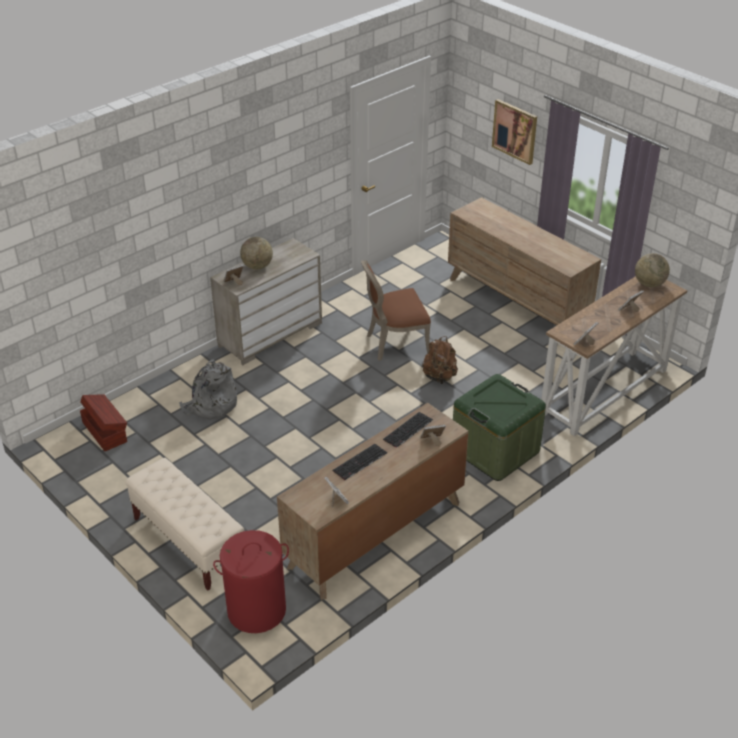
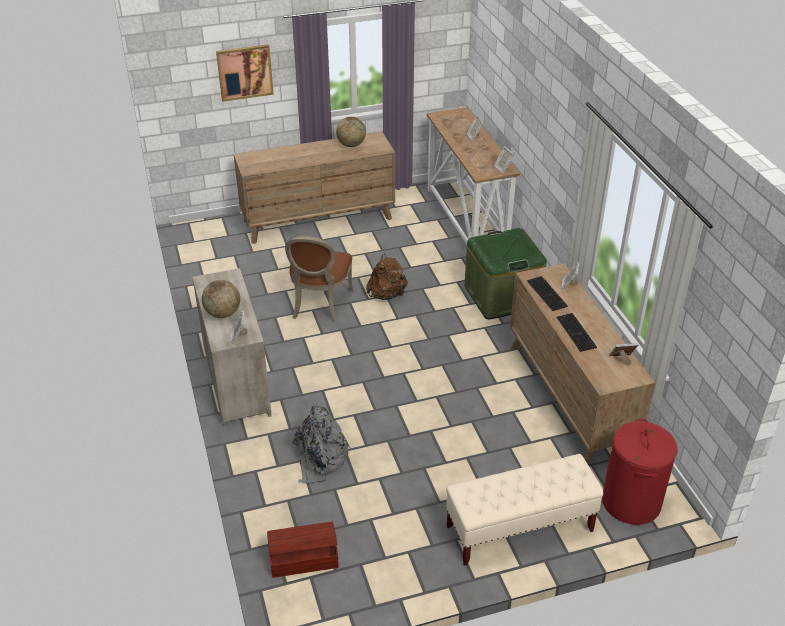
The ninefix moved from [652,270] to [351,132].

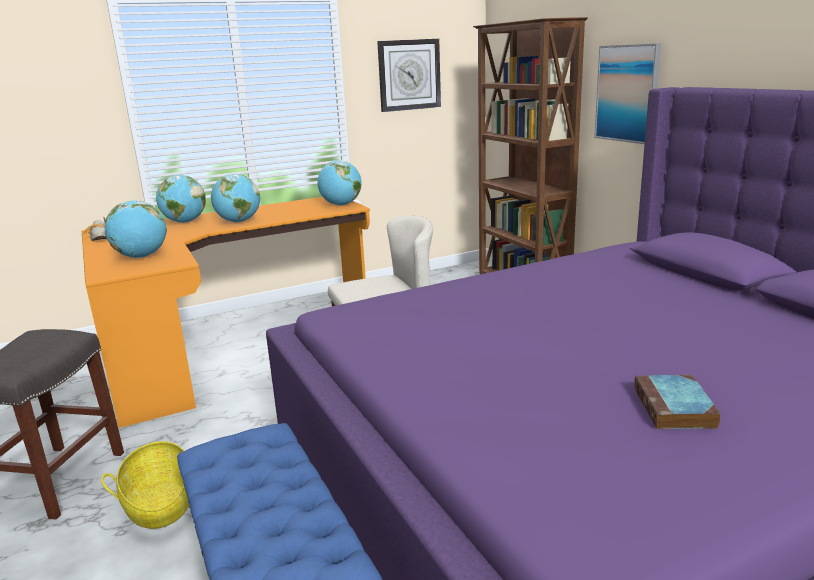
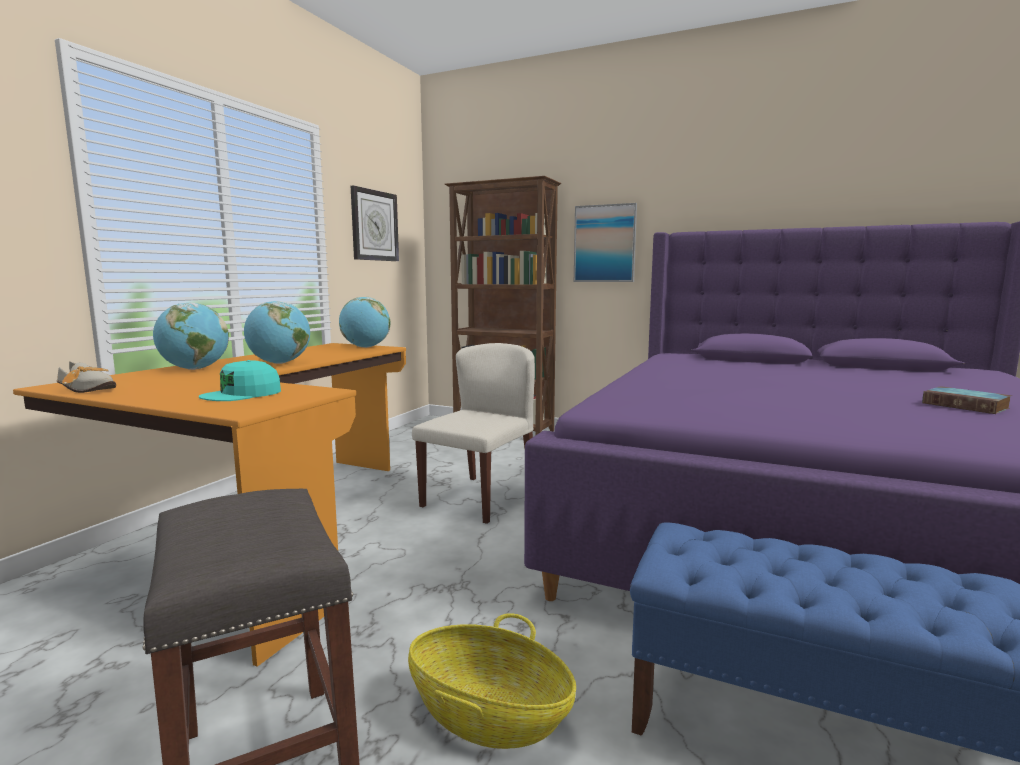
The ninefix at [135,229] was replaced by the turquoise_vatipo at [240,380].

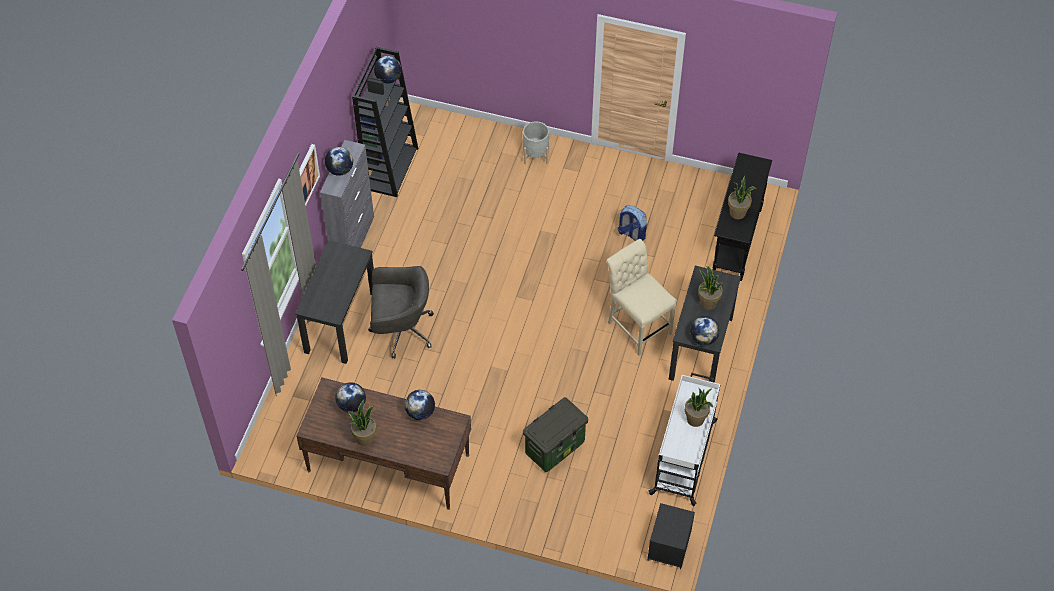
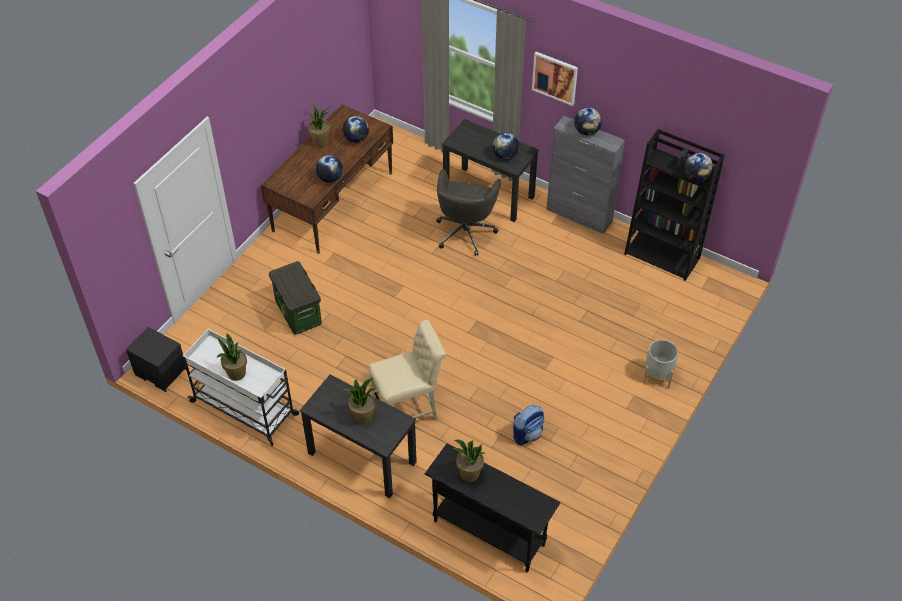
The ninefix moved from [705,331] to [505,146].

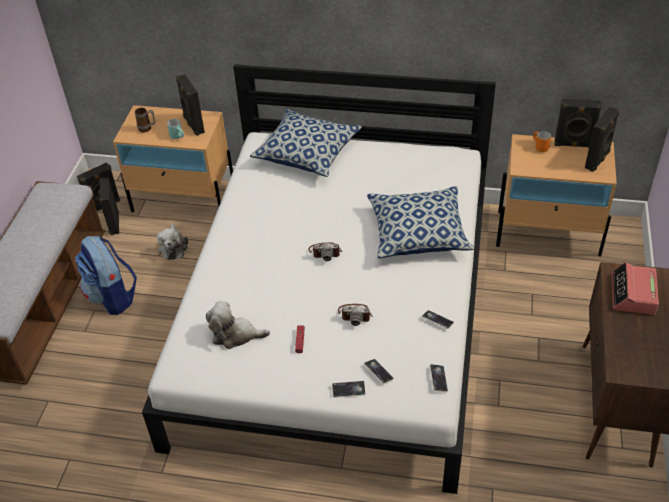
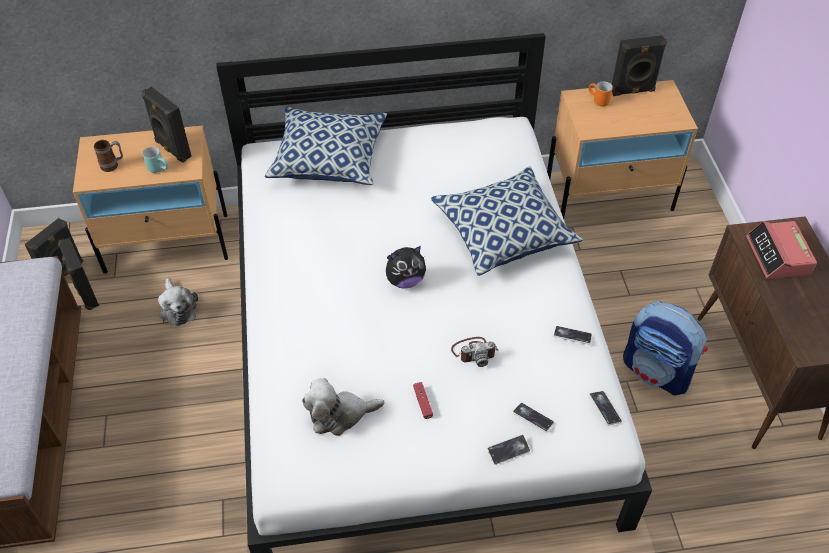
The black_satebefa at [602,139] disappeared. The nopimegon moved from [106,275] to [665,348]. The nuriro at [325,251] was replaced by the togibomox at [406,267].

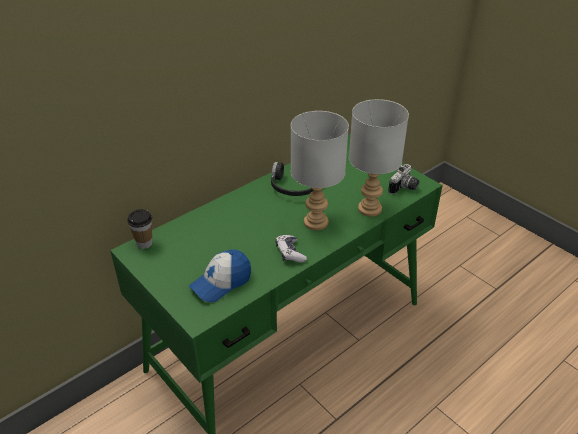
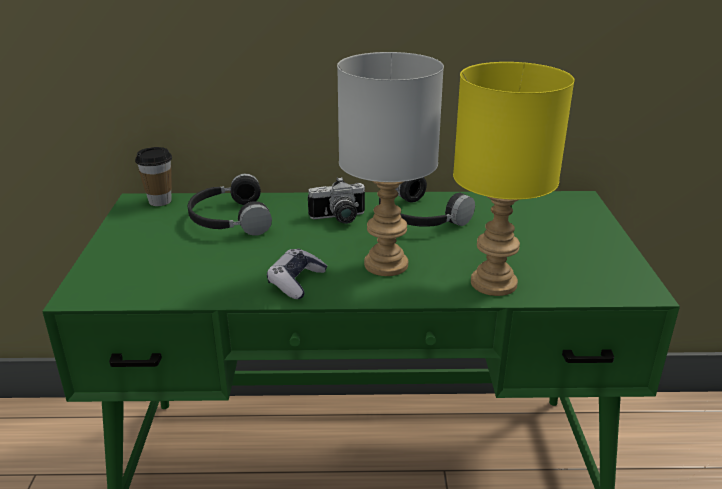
The vatipo at [220,276] disappeared. The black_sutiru at [230,205] appeared. The nuriro moved from [403,179] to [336,200]. The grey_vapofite at [379,158] became the yellow_vapofite at [514,179].

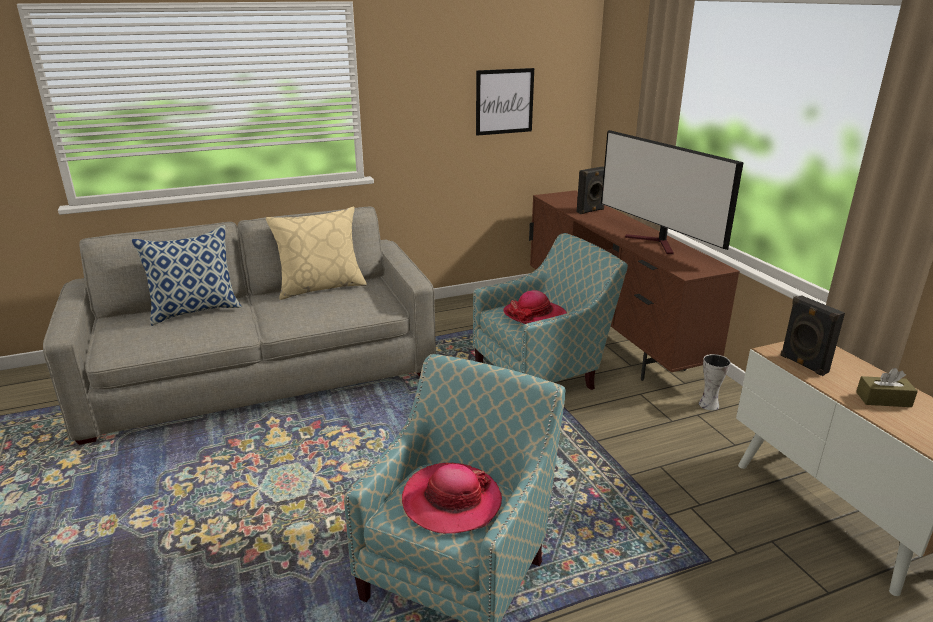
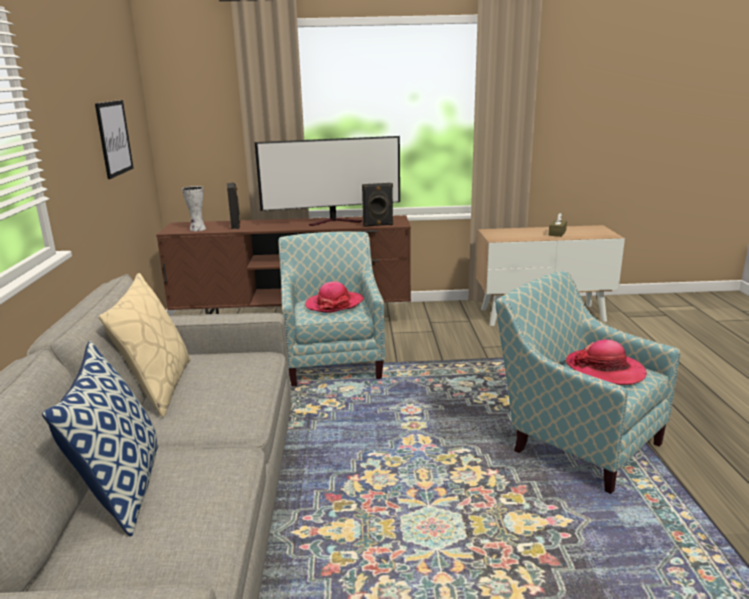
The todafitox moved from [715,382] to [194,208]. The black_satebefa moved from [812,335] to [377,205].

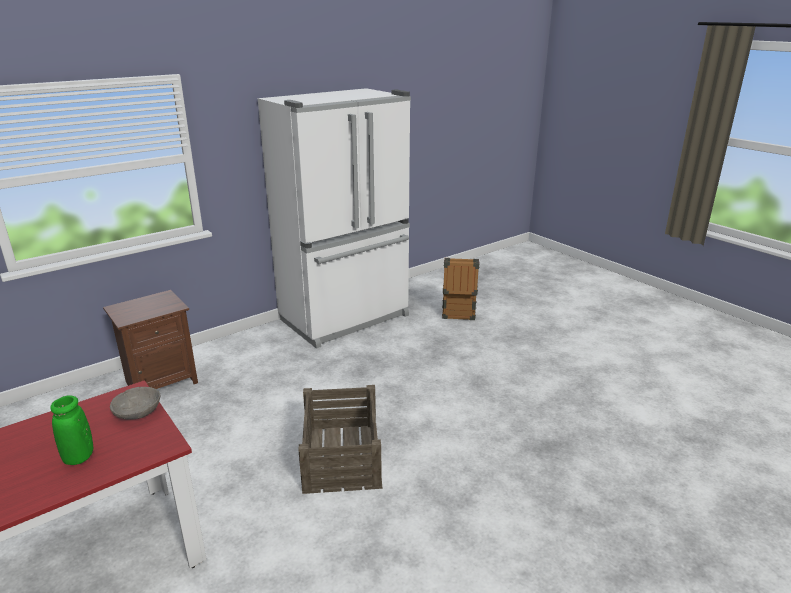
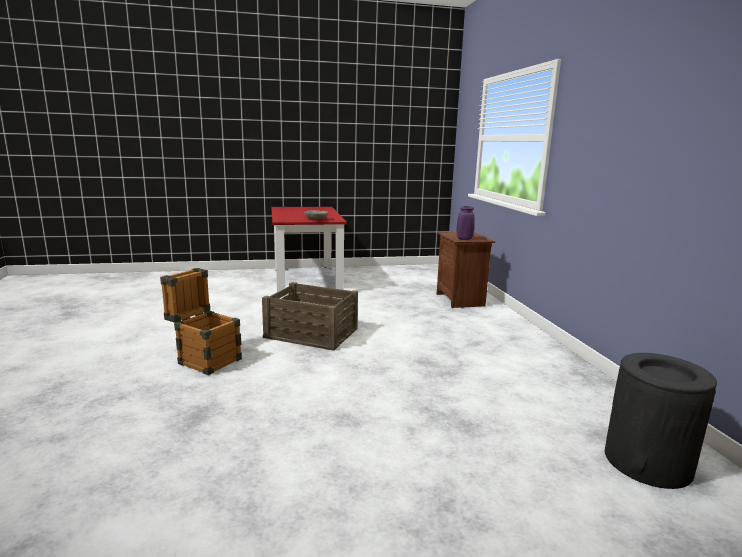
The green_todafitox at [71,430] disappeared. The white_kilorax at [334,218] disappeared. The purple_todafitox at [465,223] appeared. The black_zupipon at [661,421] appeared. The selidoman moved from [461,289] to [201,321].

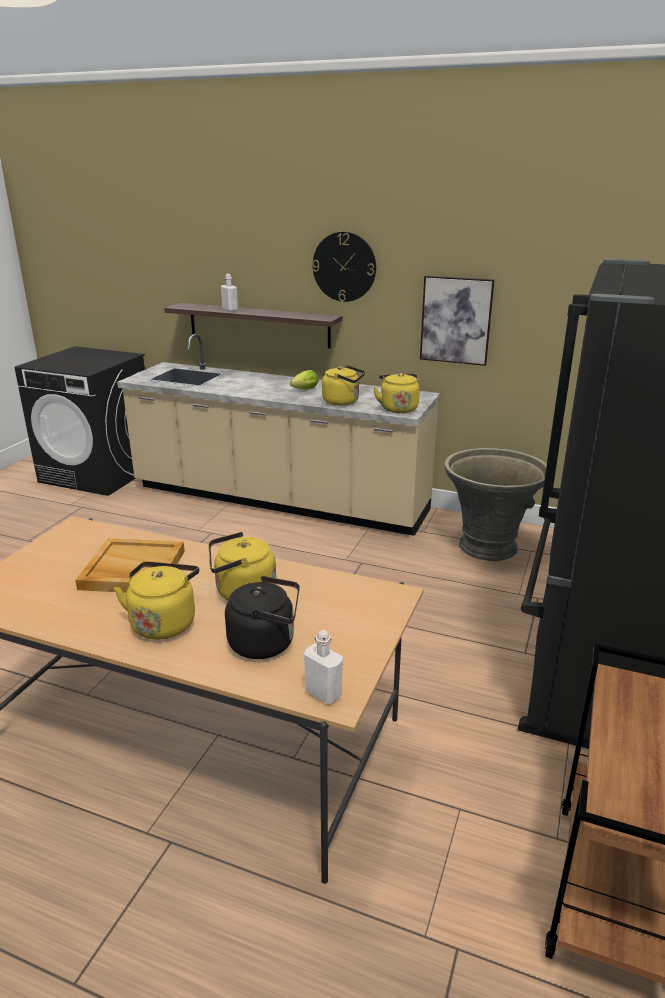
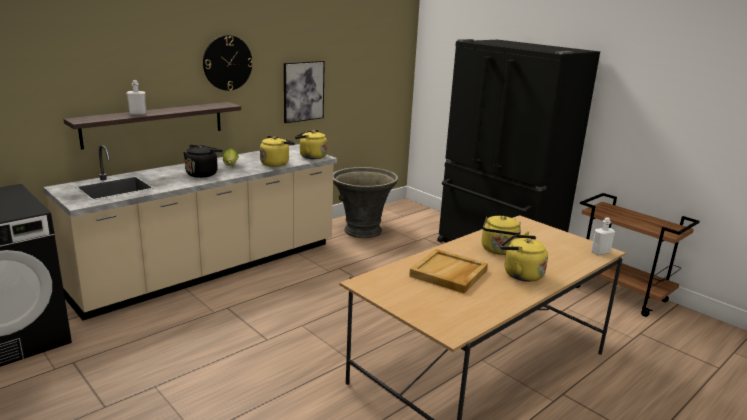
The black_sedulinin moved from [262,617] to [203,161].

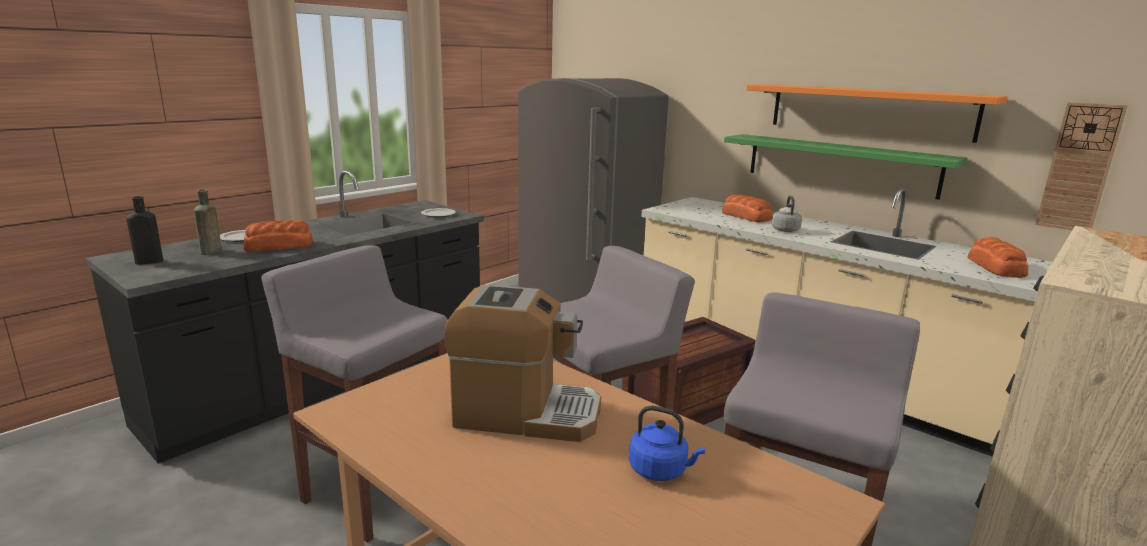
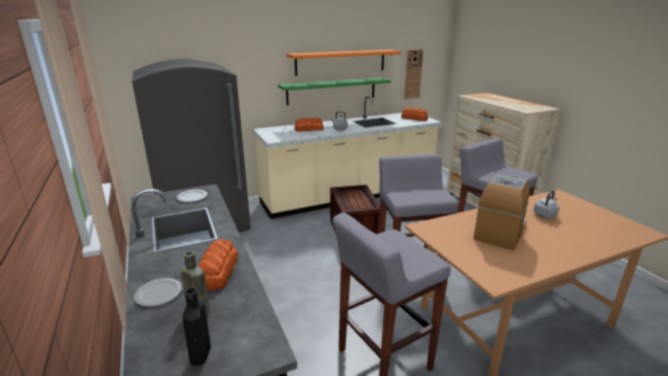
The blue_sedulinin at [667,443] became the grey_sedulinin at [547,204].

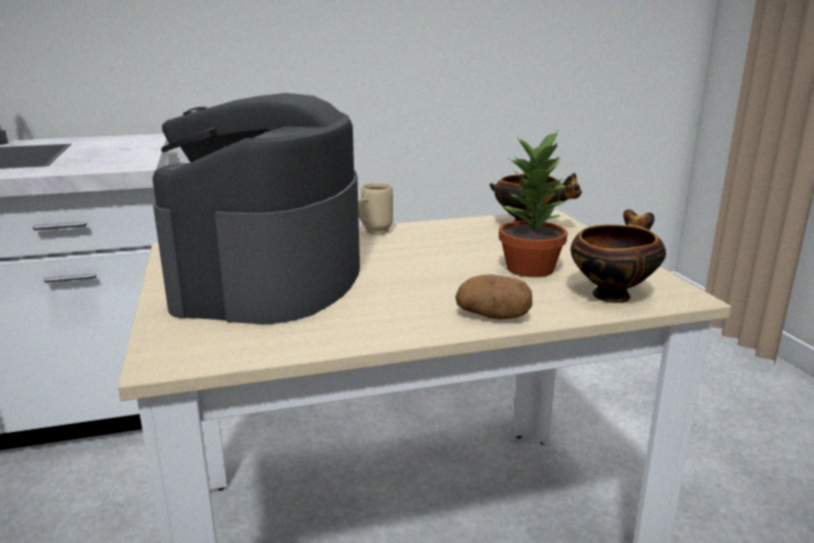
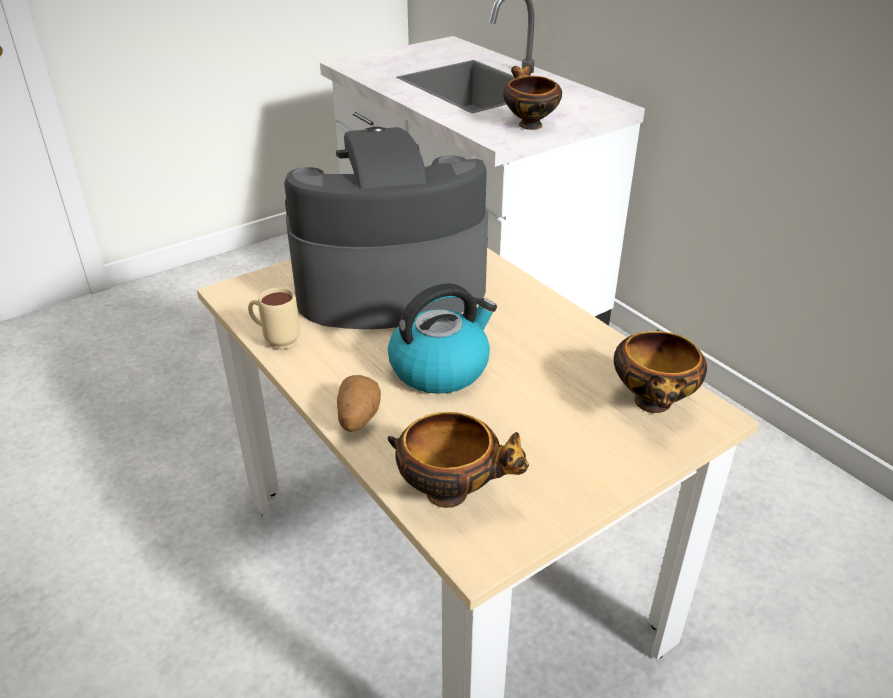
The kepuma at [534,203] disappeared. The sedulinin at [442,338] appeared. The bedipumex at [532,97] appeared. The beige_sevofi moved from [375,209] to [274,318].

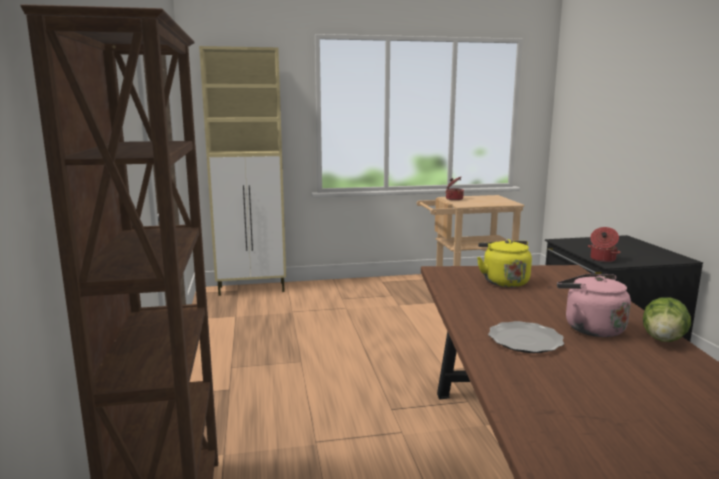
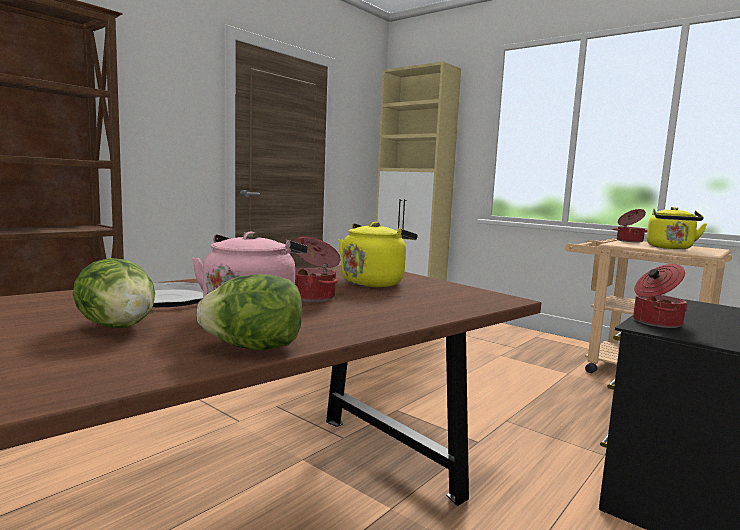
The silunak at [114,293] appeared. The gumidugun at [316,269] appeared. The yellow_sedulinin at [677,228] appeared.

